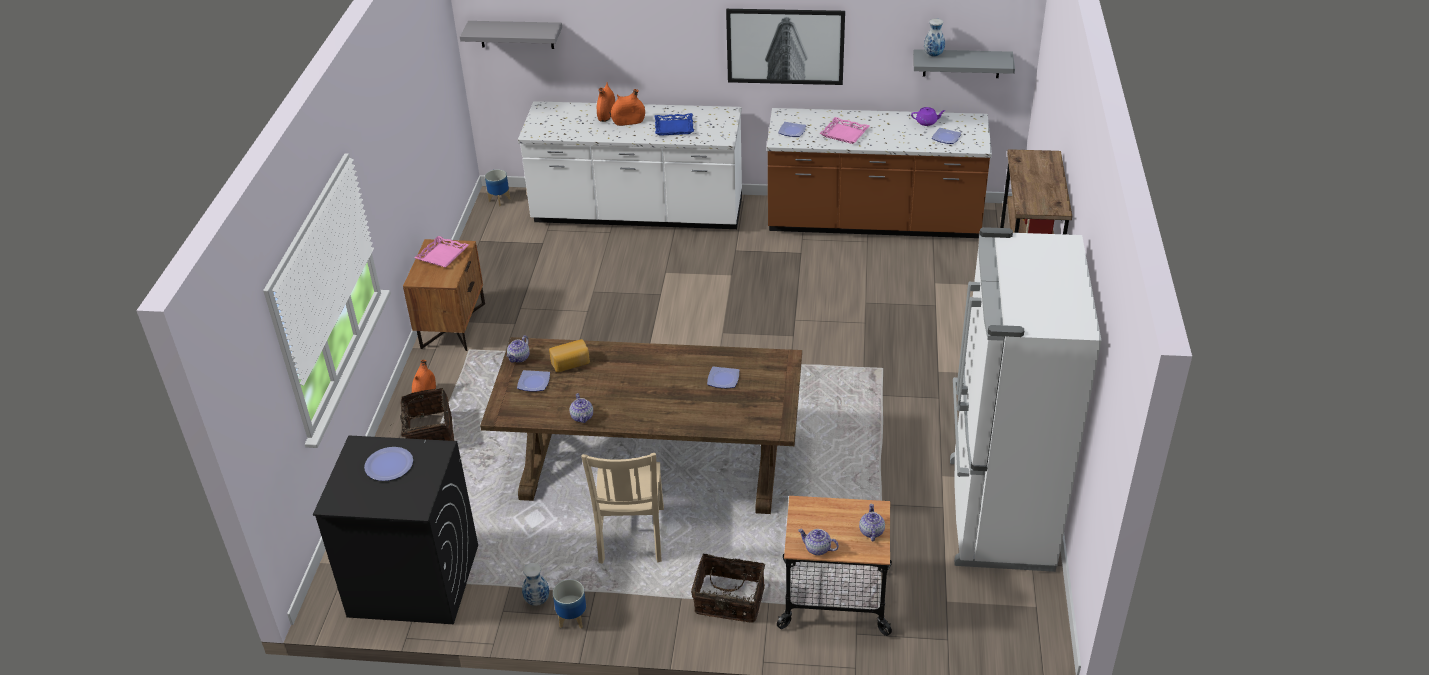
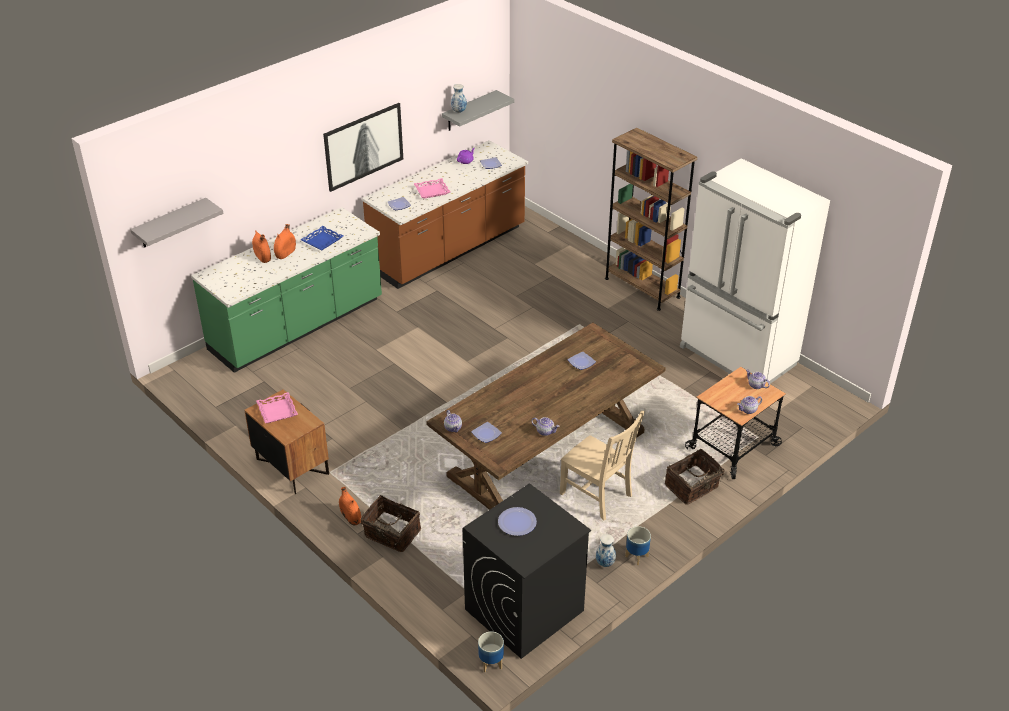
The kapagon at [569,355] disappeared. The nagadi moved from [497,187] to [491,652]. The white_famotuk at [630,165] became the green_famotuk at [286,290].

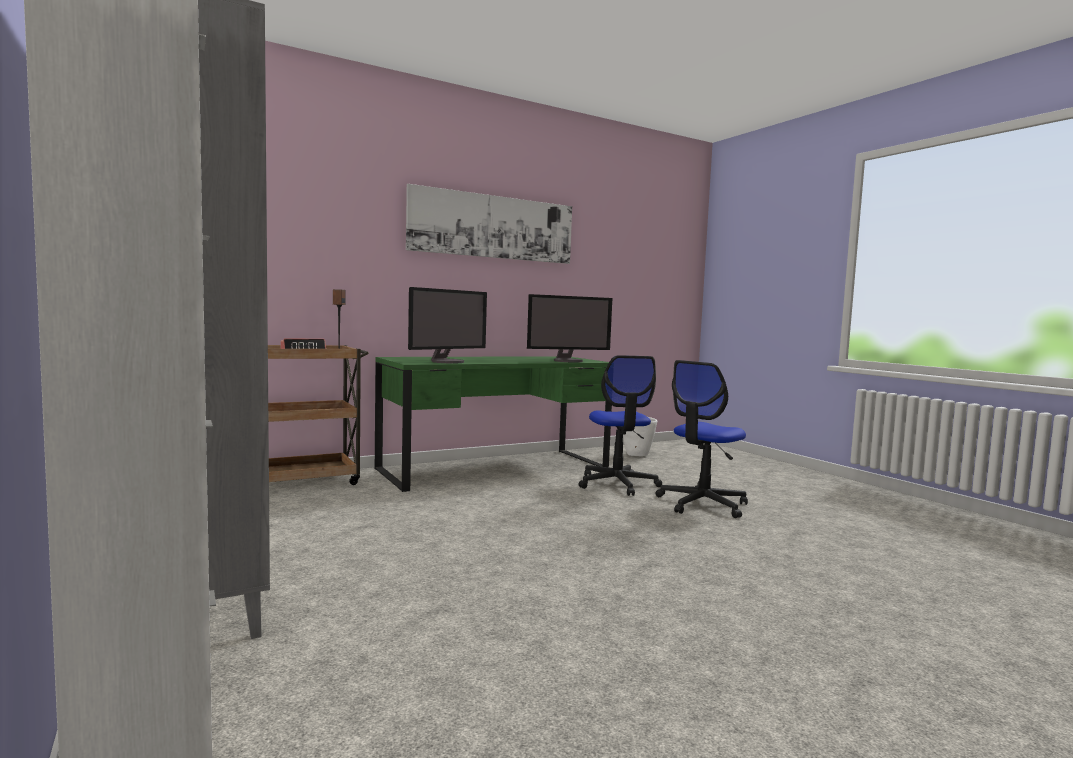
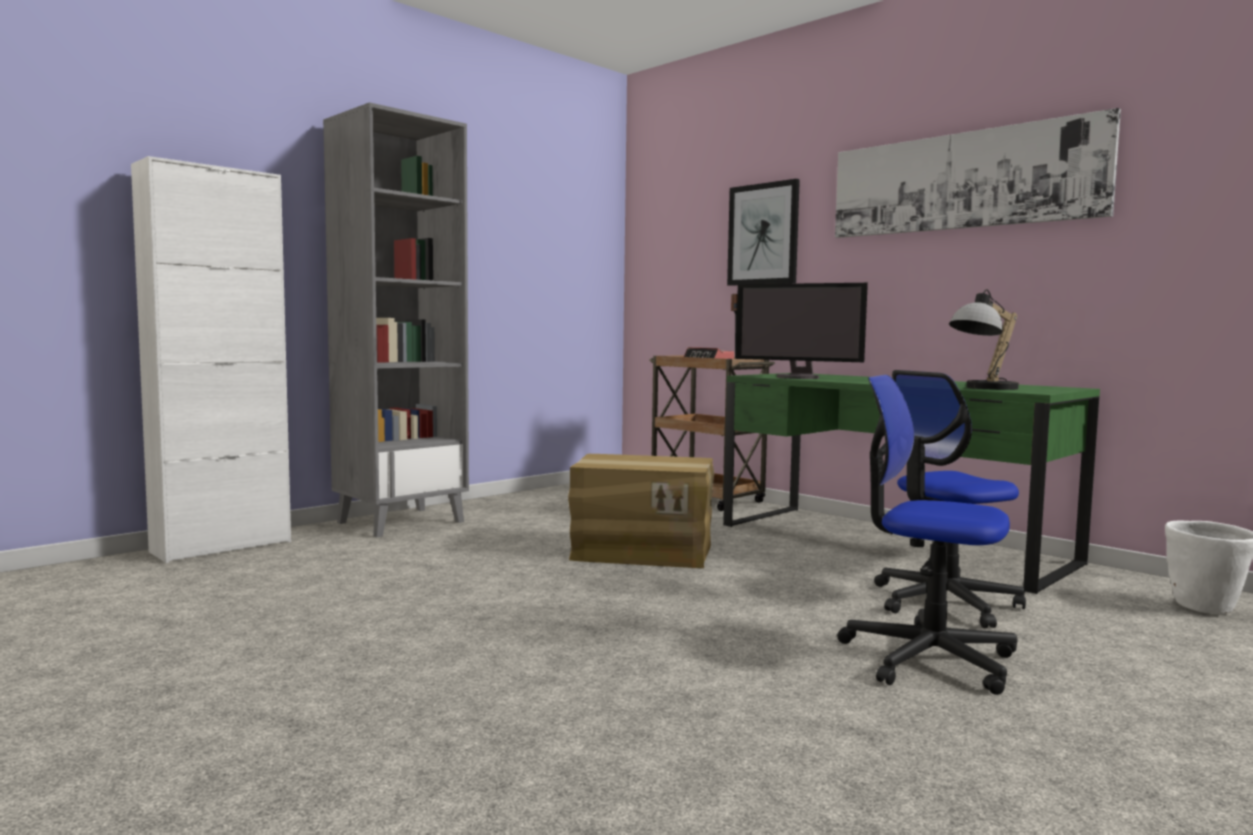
The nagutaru at [641,511] appeared. The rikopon at [763,232] appeared. The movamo at [569,328] was replaced by the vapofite at [984,339].

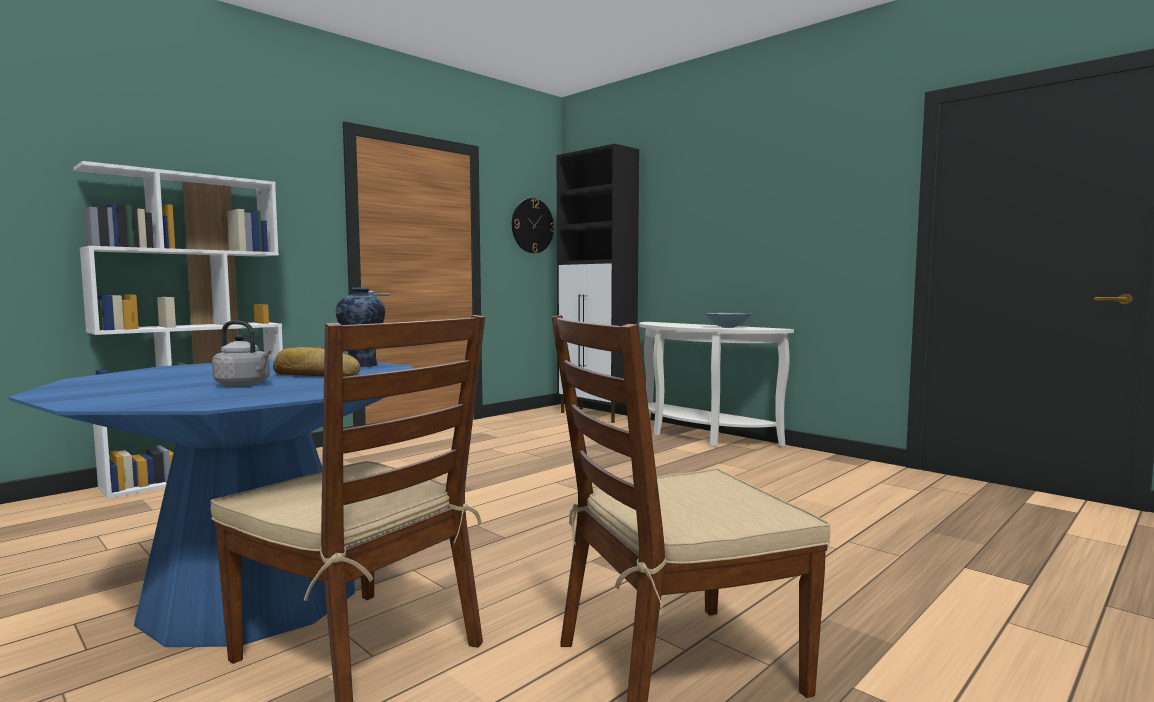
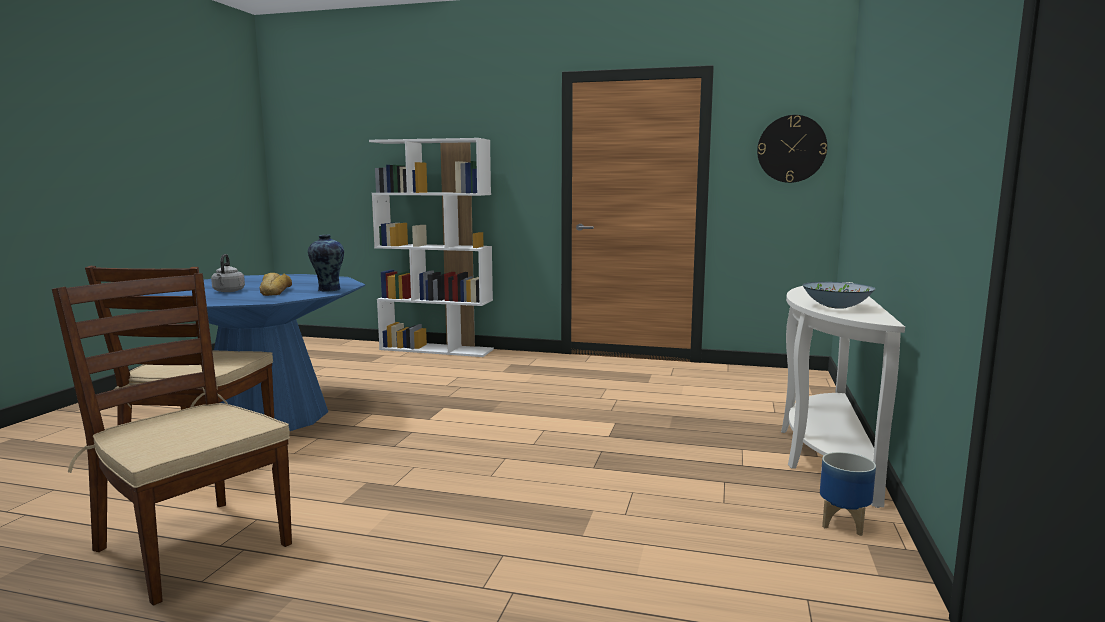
The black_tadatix at [598,283] disappeared. The nagadi at [848,494] appeared.

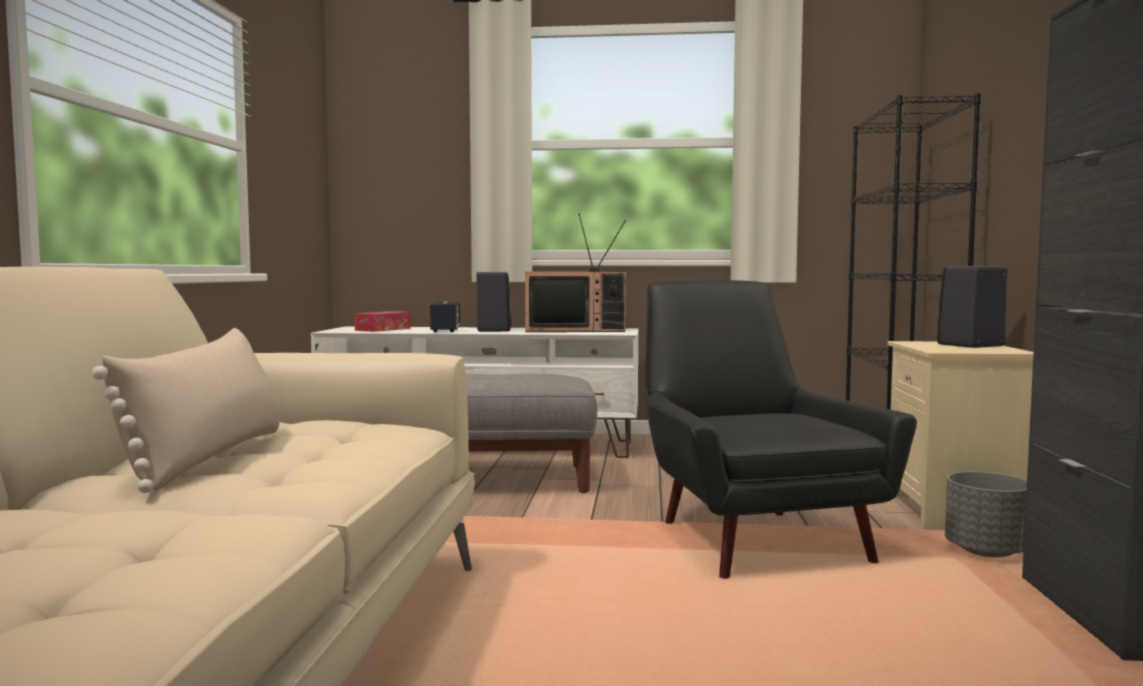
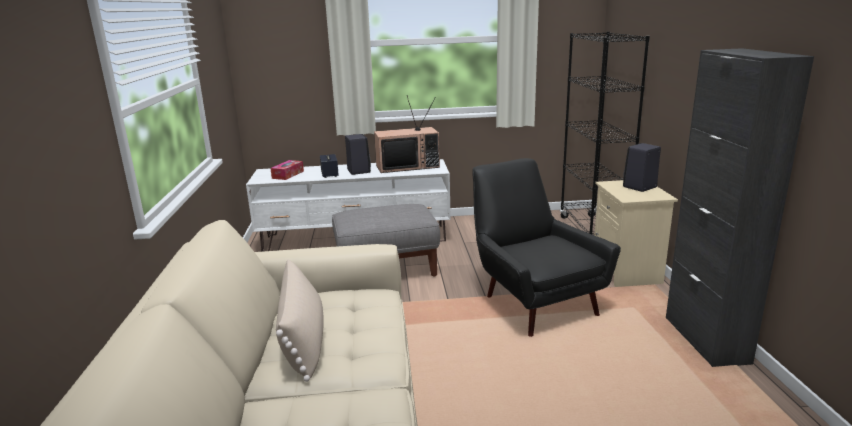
The grey_nagadi at [986,514] disappeared.

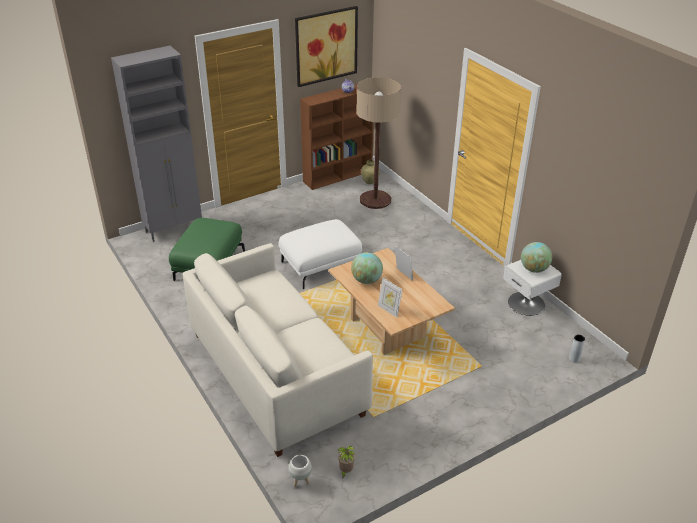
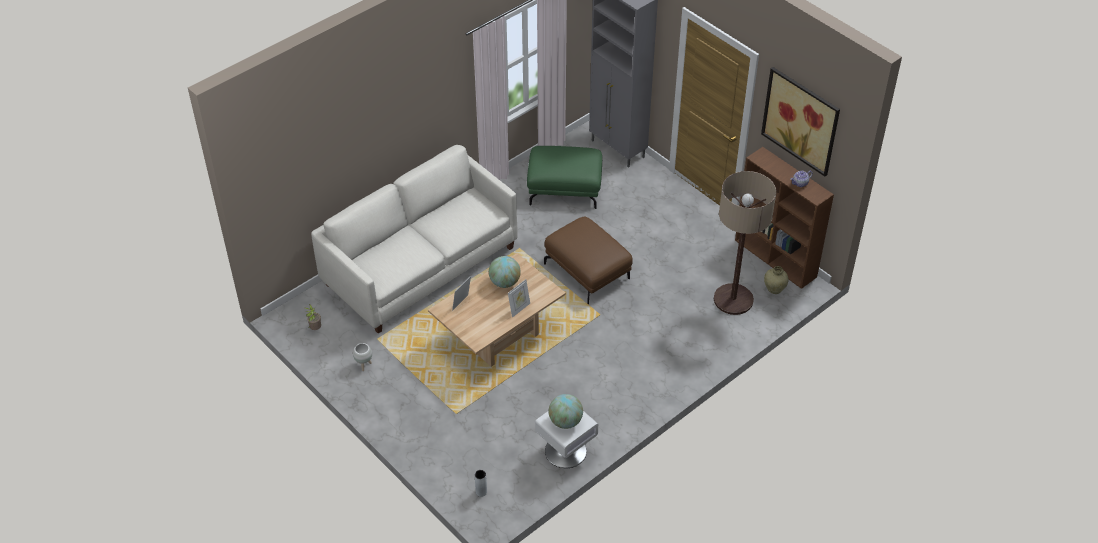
The white_nagadi moved from [300,471] to [362,357]. The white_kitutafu at [320,254] became the brown_kitutafu at [588,260].

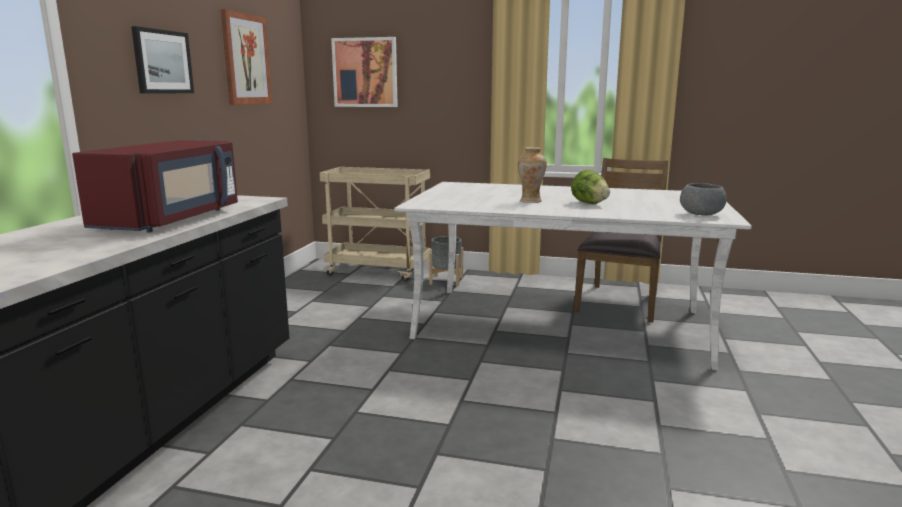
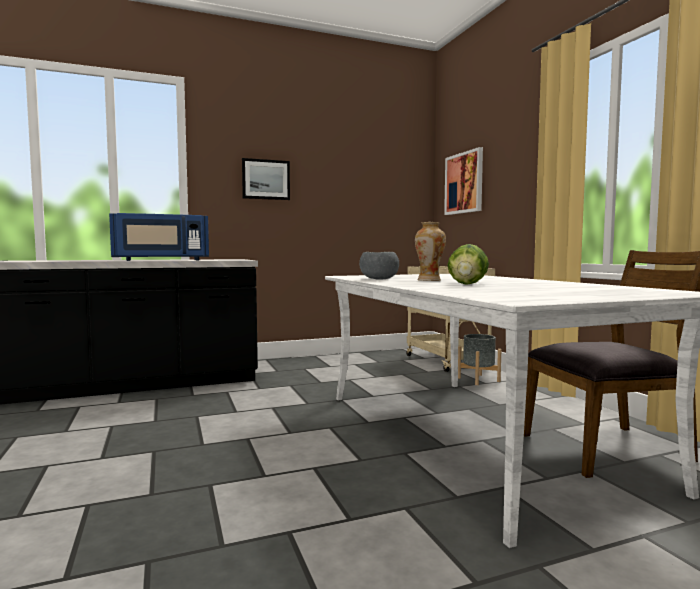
The rikopon at [246,57] disappeared. The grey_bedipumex moved from [703,199] to [379,266]. The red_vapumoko at [155,186] became the blue_vapumoko at [159,237].

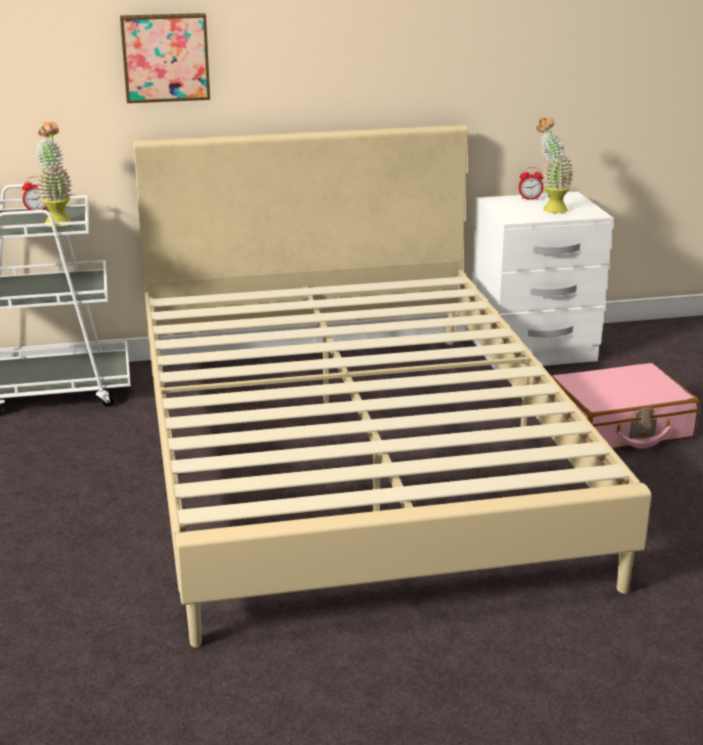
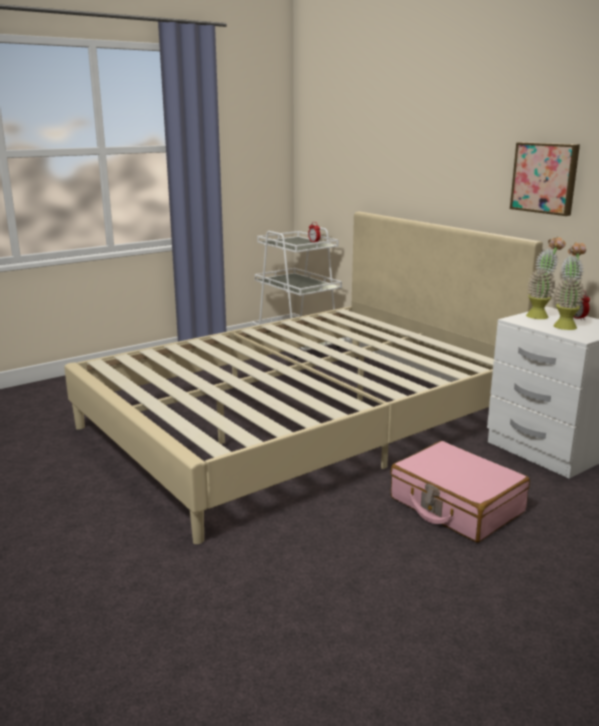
The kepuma moved from [54,174] to [546,278]. The rikopon moved from [165,58] to [545,179].

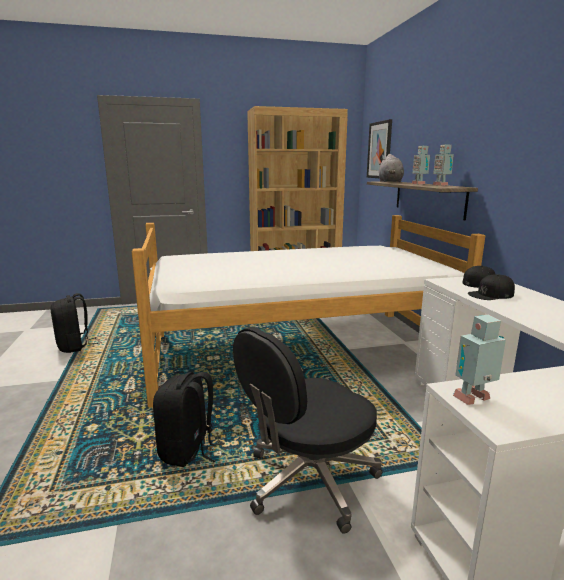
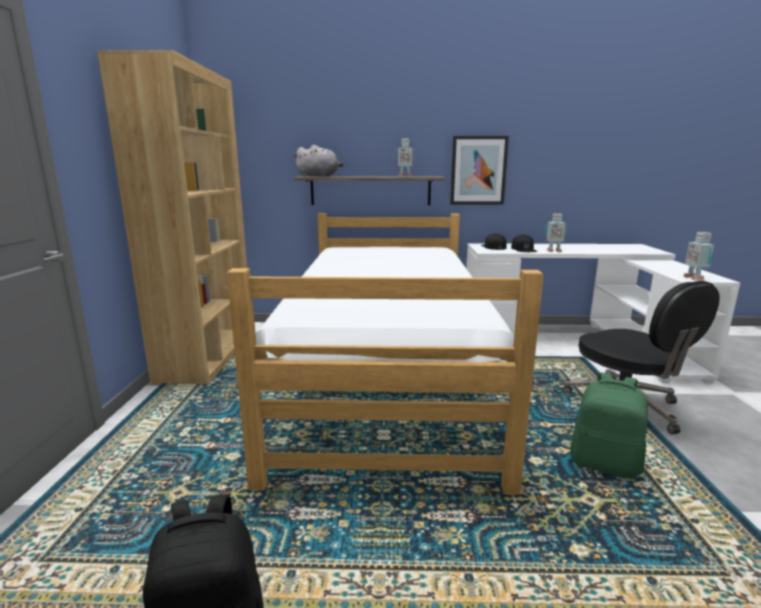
The rikopon moved from [379,148] to [479,170]. The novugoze moved from [421,165] to [555,232]. The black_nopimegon at [189,419] became the green_nopimegon at [609,426].

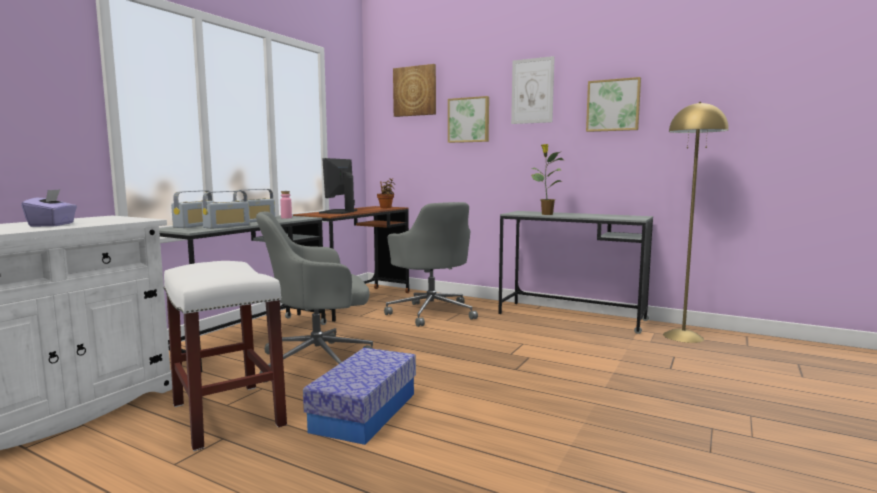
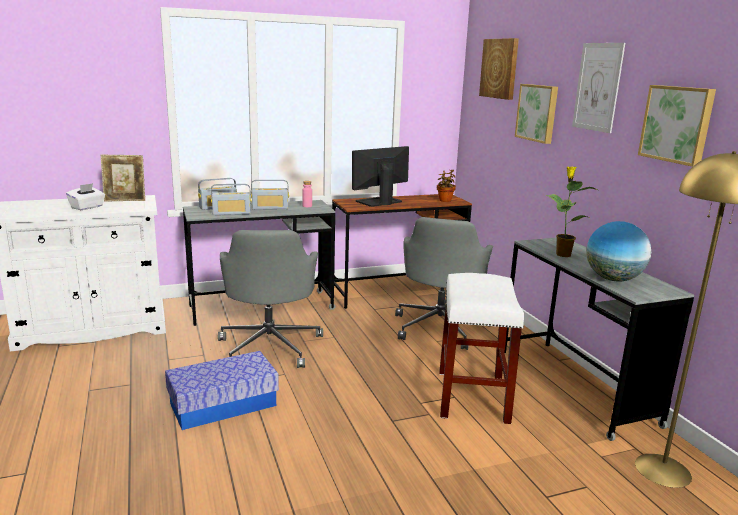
The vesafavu at [123,178] appeared. The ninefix at [618,251] appeared. The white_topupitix moved from [225,356] to [481,348]. The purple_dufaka at [49,208] became the white_dufaka at [85,196]. The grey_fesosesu at [314,297] turned 120 degrees counterclockwise.

